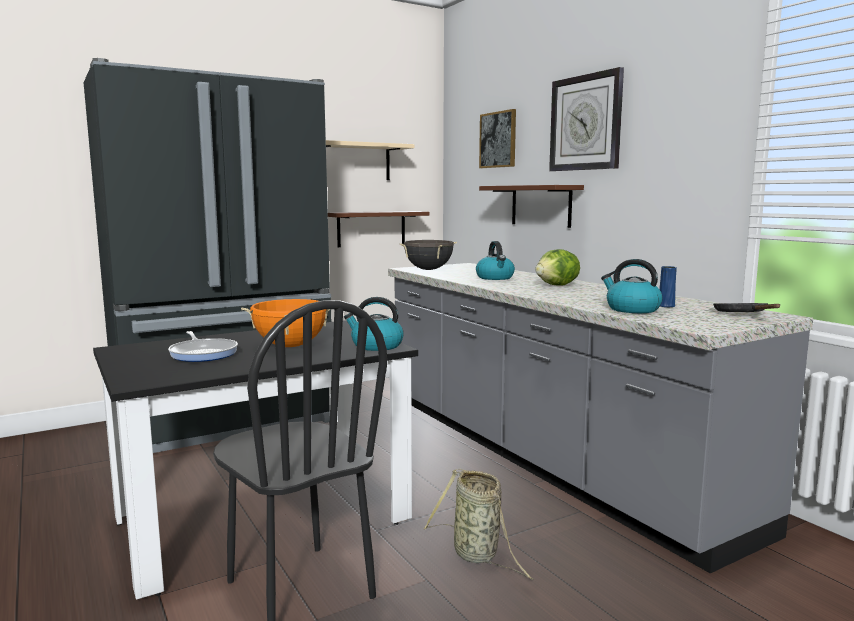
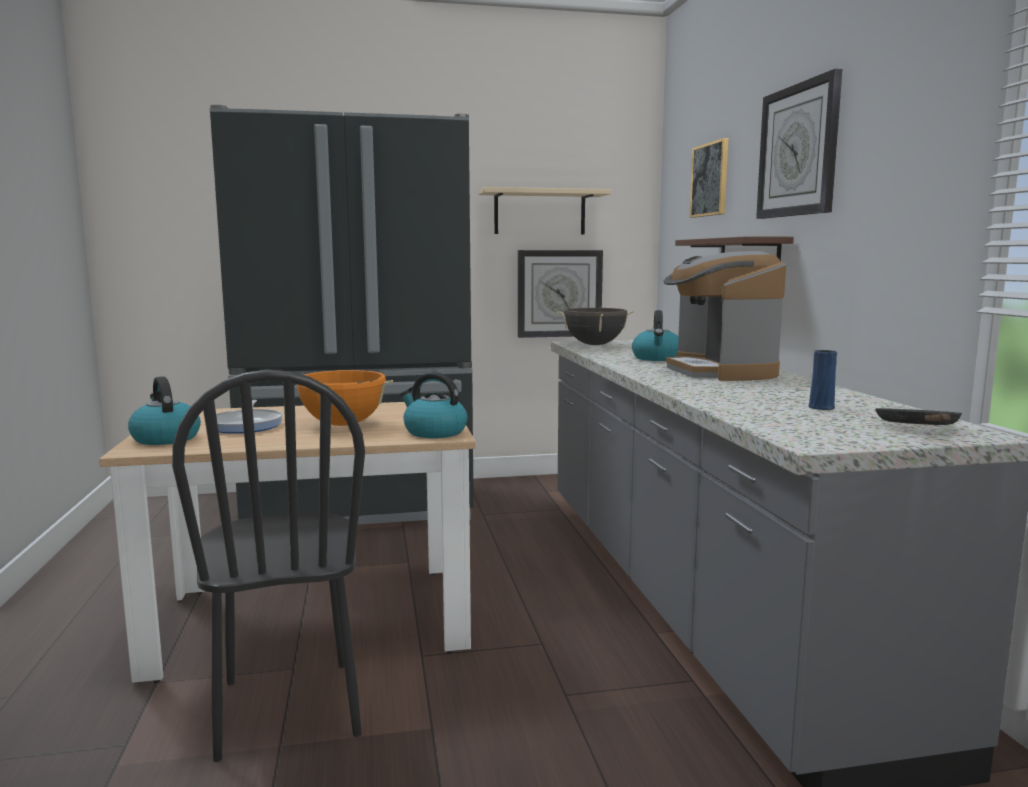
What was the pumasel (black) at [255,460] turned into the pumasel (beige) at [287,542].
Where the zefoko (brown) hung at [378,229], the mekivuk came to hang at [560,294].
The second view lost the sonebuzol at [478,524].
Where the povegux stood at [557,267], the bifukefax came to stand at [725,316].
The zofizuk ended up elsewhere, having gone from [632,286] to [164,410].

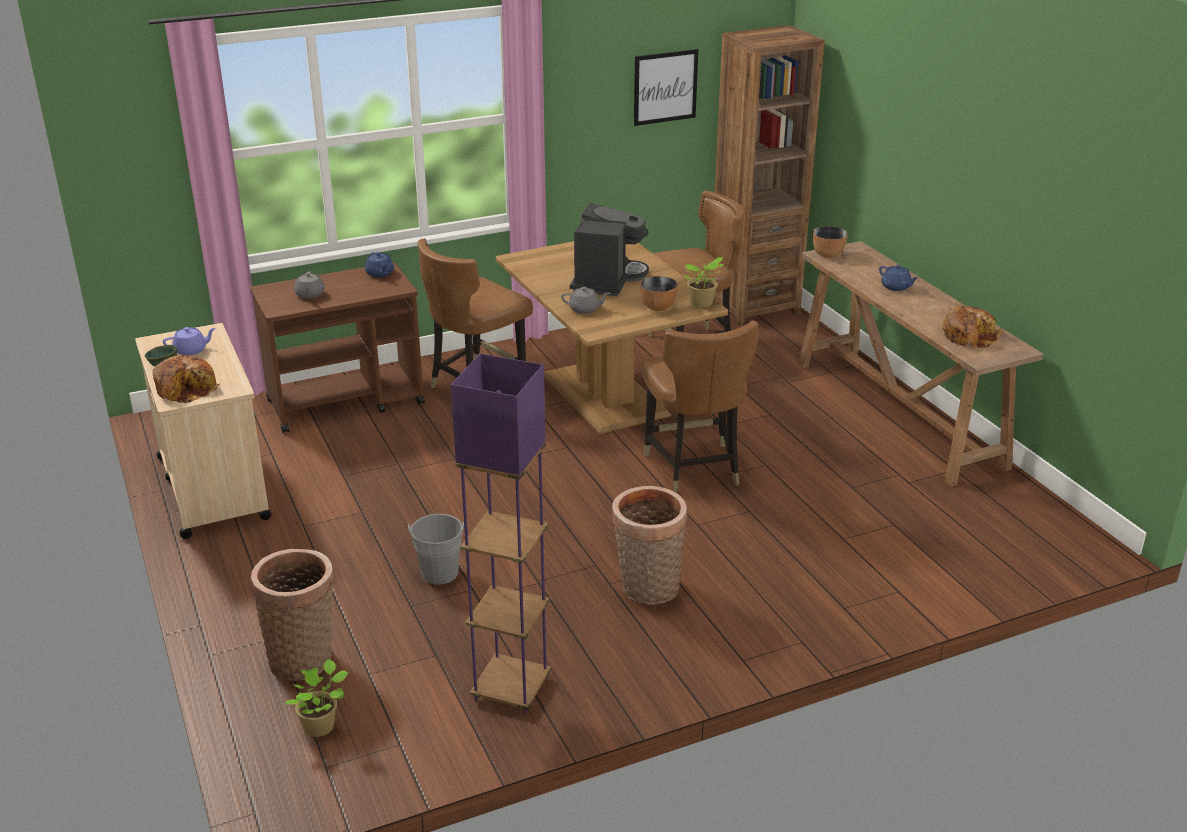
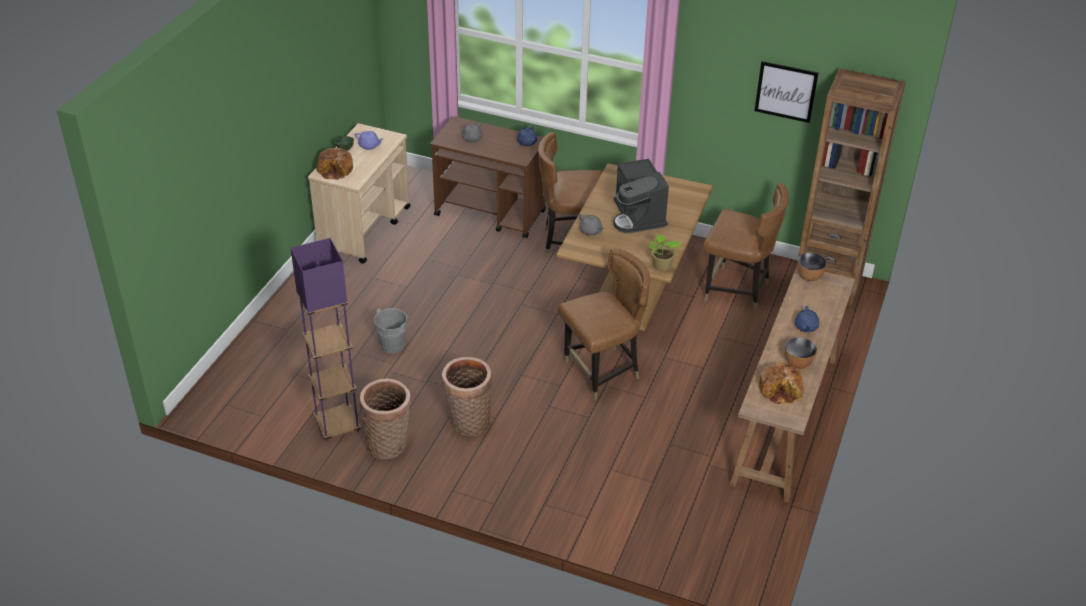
The sonebuzol ended up elsewhere, having gone from [292,615] to [385,419].
The second view lost the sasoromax at [317,698].
The bifukefax at [609,249] ended up facing another way, 105 degrees clockwise from before.
The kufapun ended up elsewhere, having gone from [659,293] to [801,353].
The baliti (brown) at [699,406] ended up facing another way, 150 degrees counterclockwise from before.

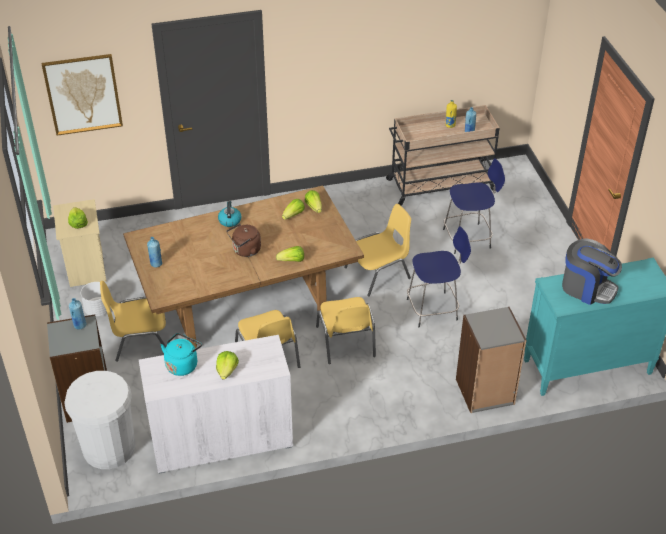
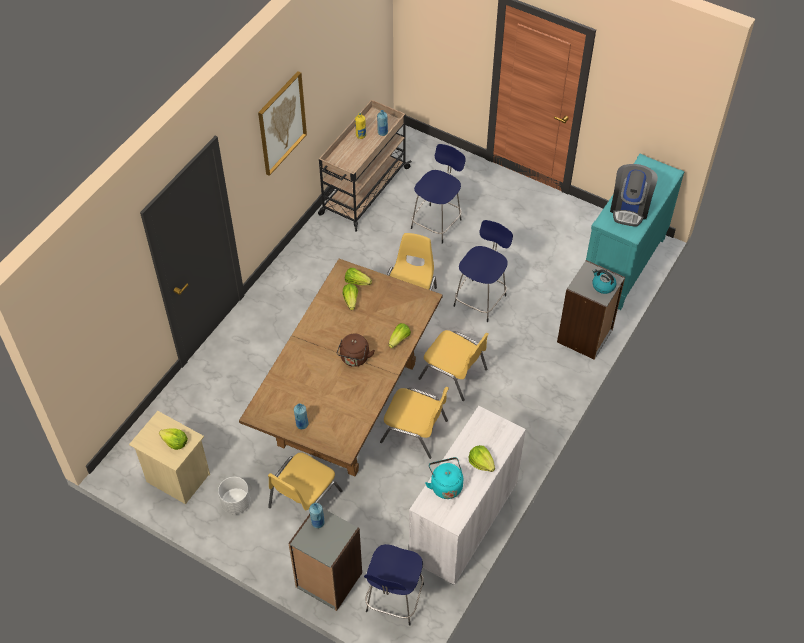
The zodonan ended up elsewhere, having gone from [82,95] to [282,123].
Where the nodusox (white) stood at [100,420], the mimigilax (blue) came to stand at [394,585].
The zofizuk ended up elsewhere, having gone from [230,214] to [604,281].
The bifukefax at [592,271] ended up facing another way, 120 degrees clockwise from before.

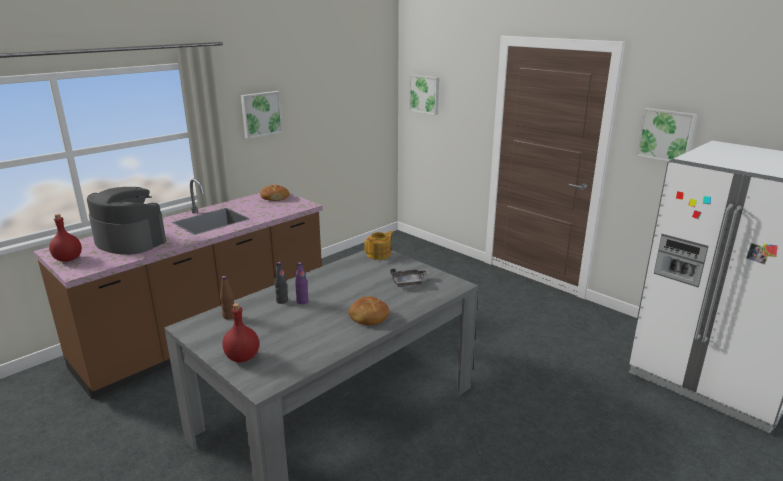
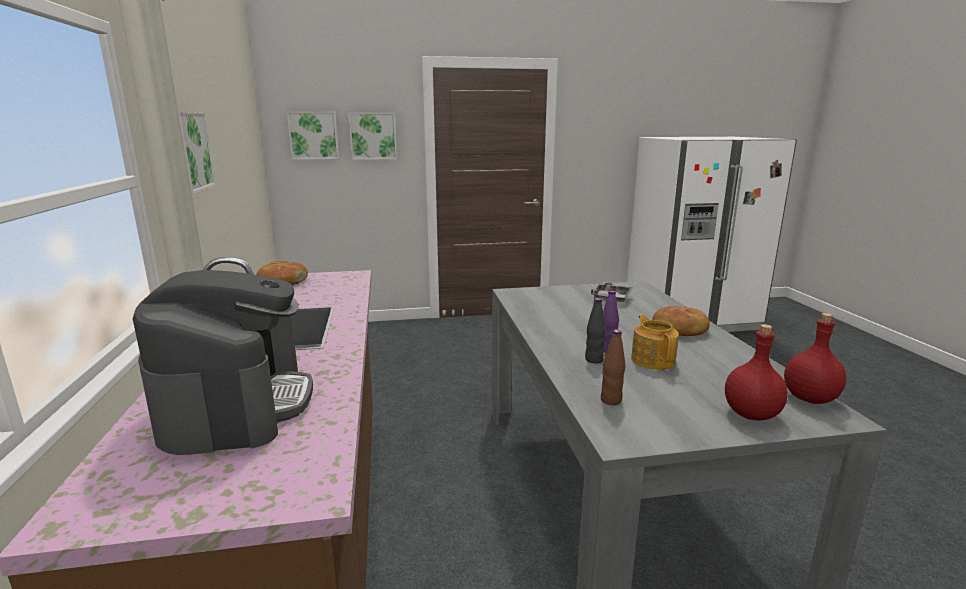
The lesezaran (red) ended up elsewhere, having gone from [65,238] to [815,358].
The bifukefax at [126,221] ended up facing another way, 105 degrees clockwise from before.
The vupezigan ended up elsewhere, having gone from [378,245] to [655,342].
The zodonan ended up elsewhere, having gone from [666,134] to [372,136].

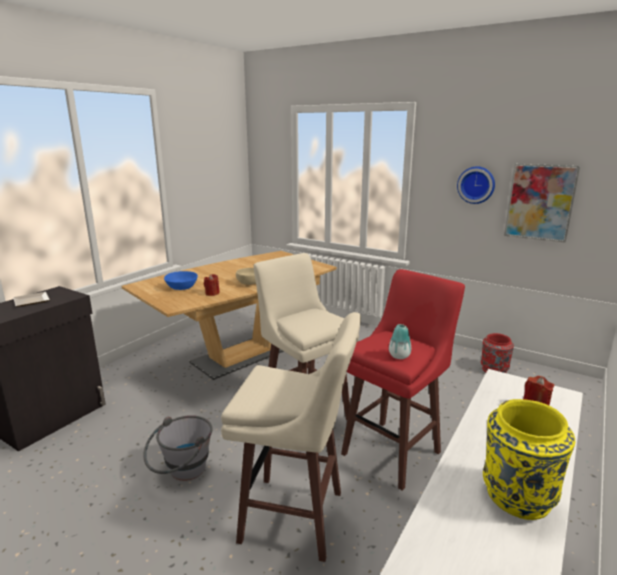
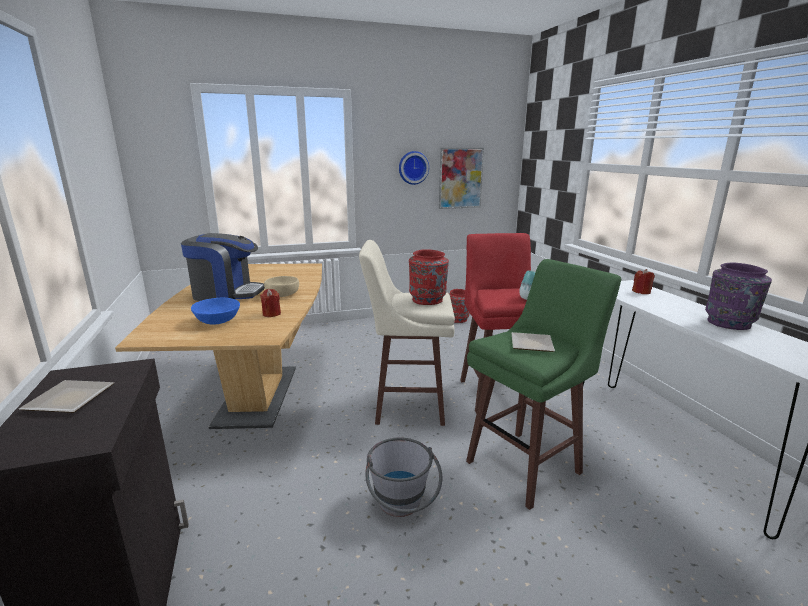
What was the mimigilax (beige) at [291,437] turned into the mimigilax (green) at [543,384].
What was the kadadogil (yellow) at [529,459] turned into the kadadogil (purple) at [738,296].
The second view gained the bifukefax at [223,267].
The second view gained the kadadogil (red) at [429,277].
The second view gained the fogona at [533,342].

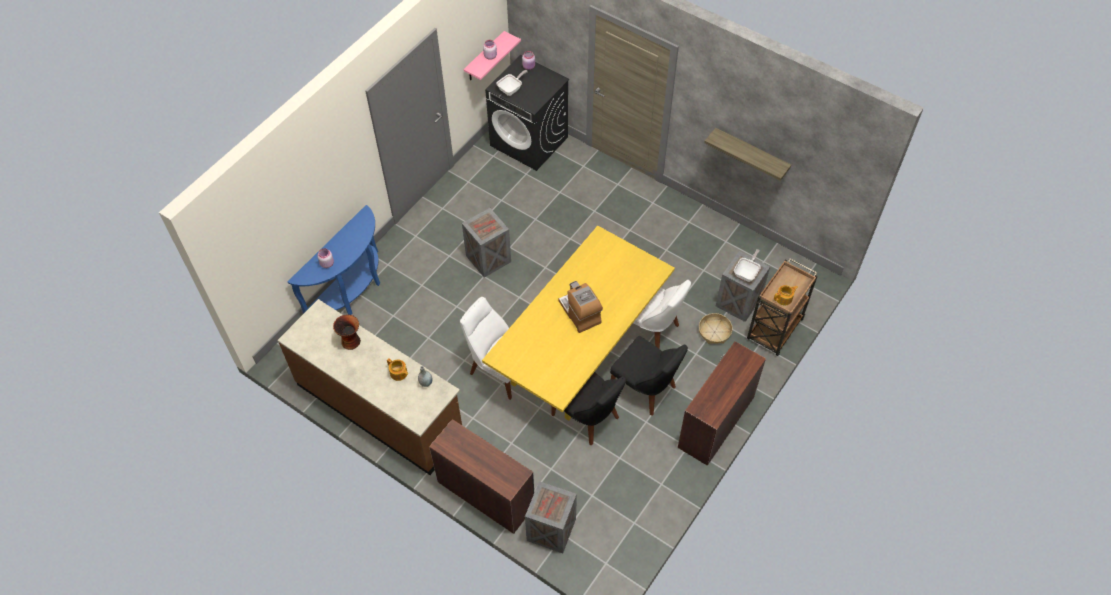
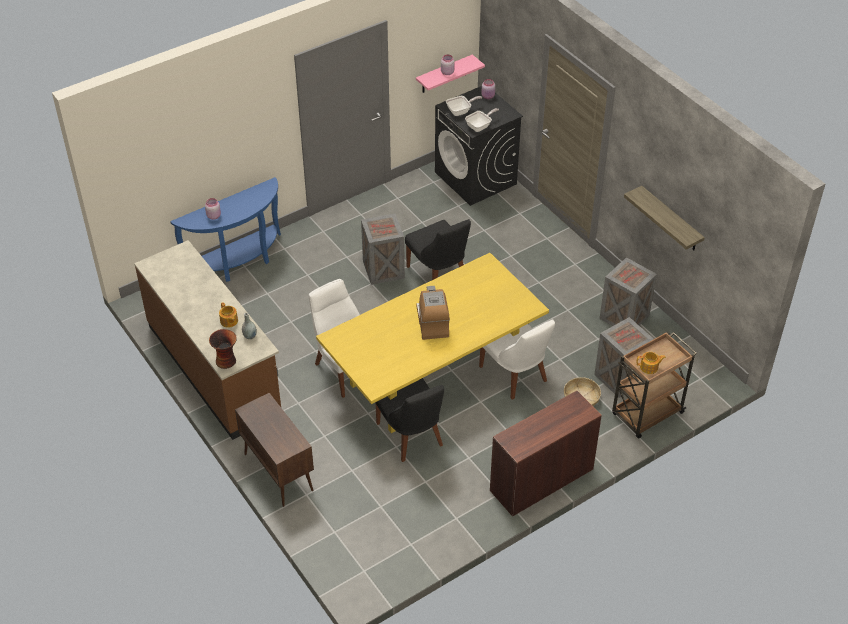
The kadadogil ended up elsewhere, having gone from [347,332] to [223,349].
Where the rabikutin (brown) stood at [481,476], the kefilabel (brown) came to stand at [274,450].
The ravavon ended up elsewhere, having gone from [551,517] to [628,291].
The baliti (black) ended up elsewhere, having gone from [649,376] to [438,249].
The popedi ended up elsewhere, having gone from [747,265] to [482,120].

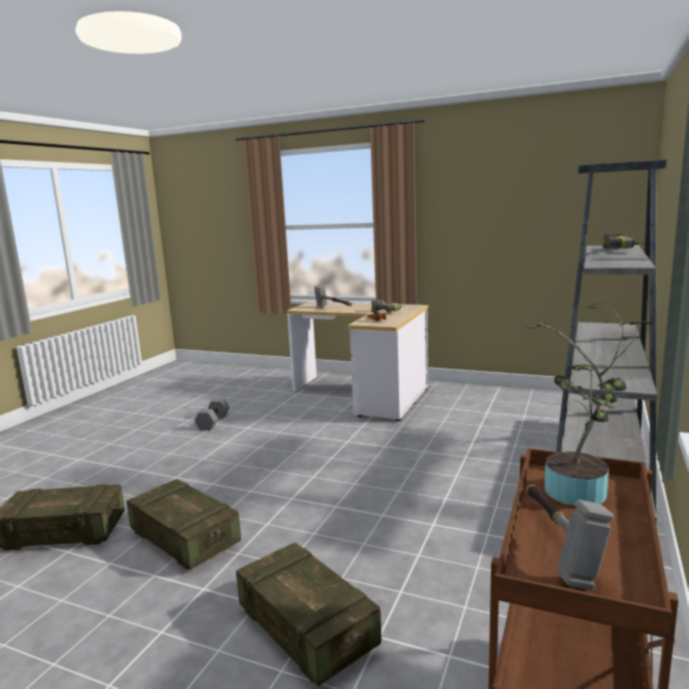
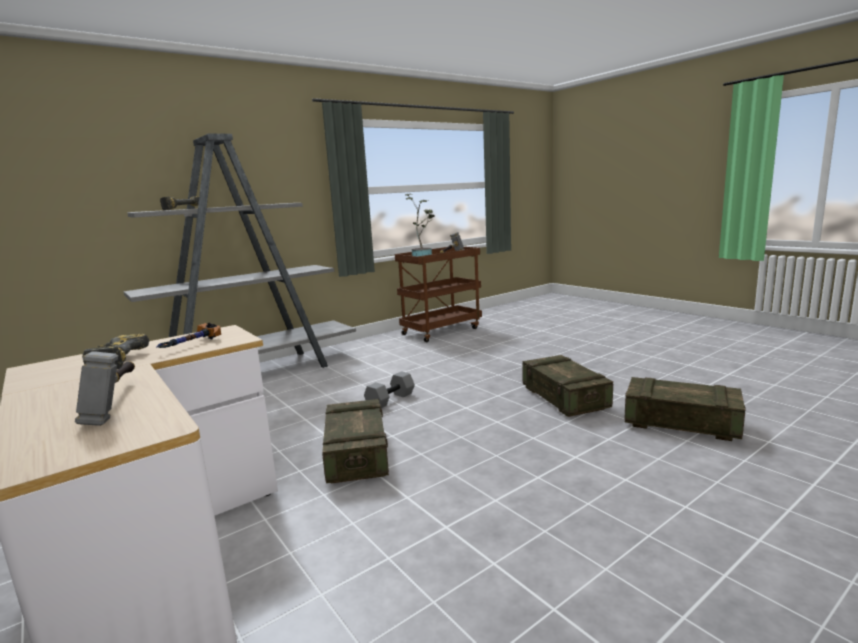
The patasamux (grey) ended up elsewhere, having gone from [212,414] to [389,390].
The ravavon ended up elsewhere, having gone from [309,614] to [355,441].

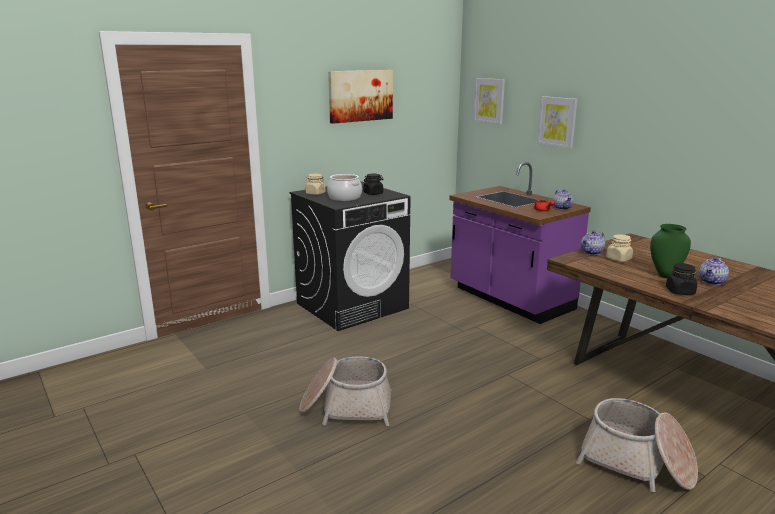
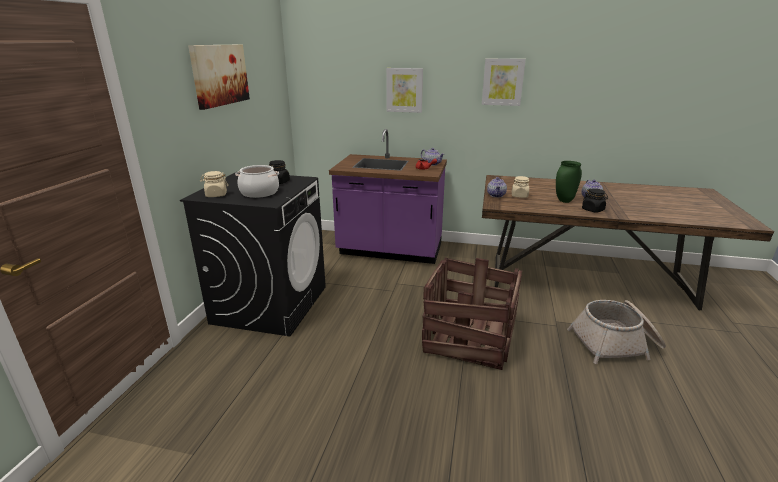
The second view lost the sonebuzol at [345,391].
The zodonan ended up elsewhere, having gone from [489,101] to [504,82].
The second view gained the ravavon at [472,314].

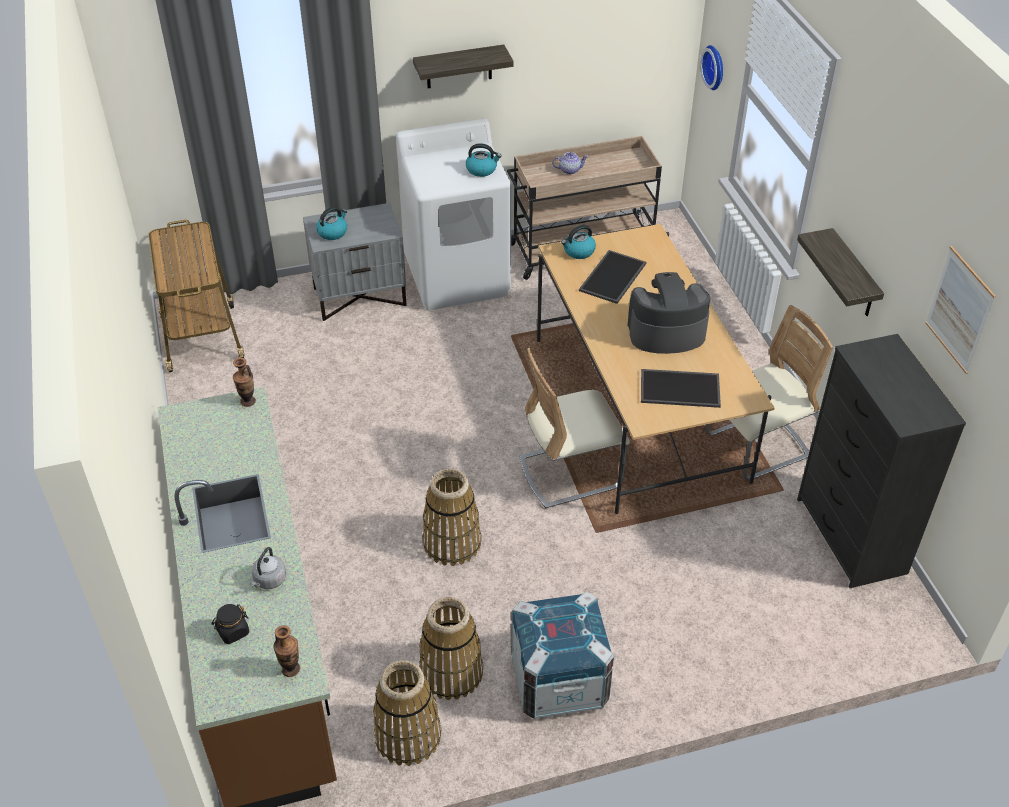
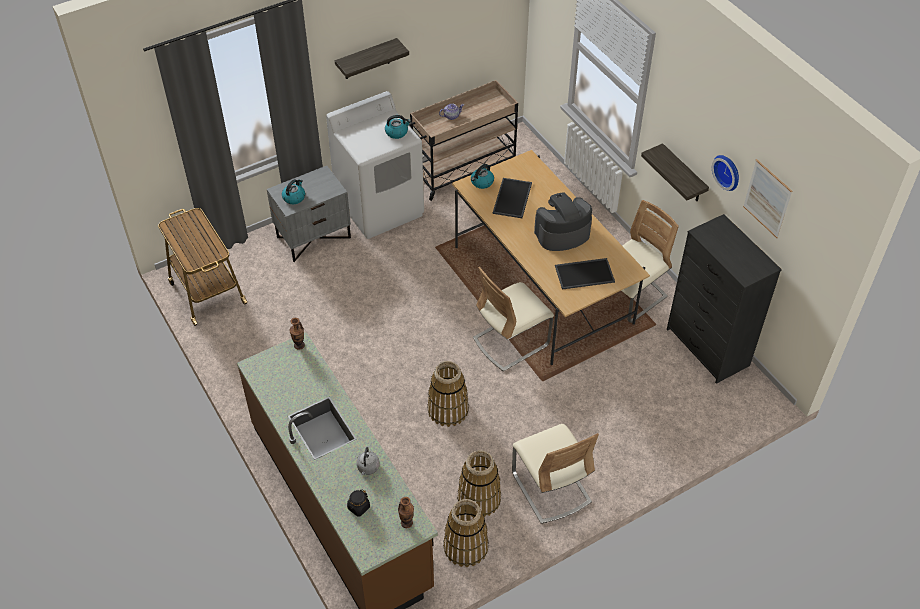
Where the ravavon stood at [562,655], the baliti (beige) came to stand at [555,474].
The mekivuk ended up elsewhere, having gone from [711,67] to [725,173].

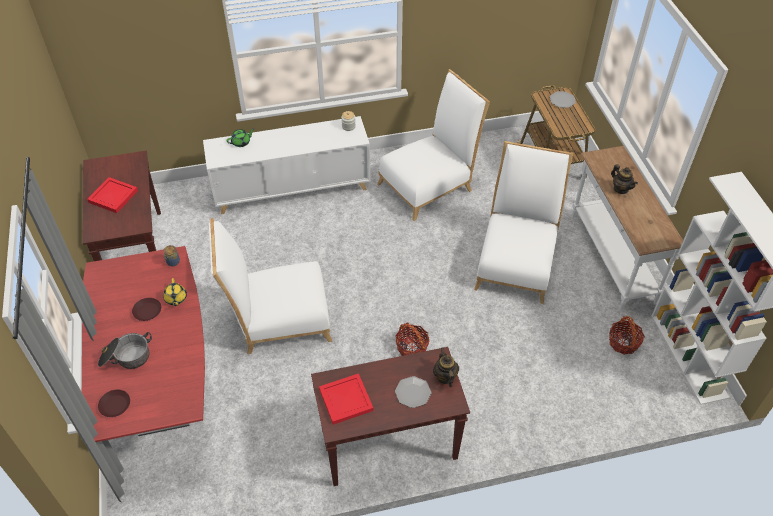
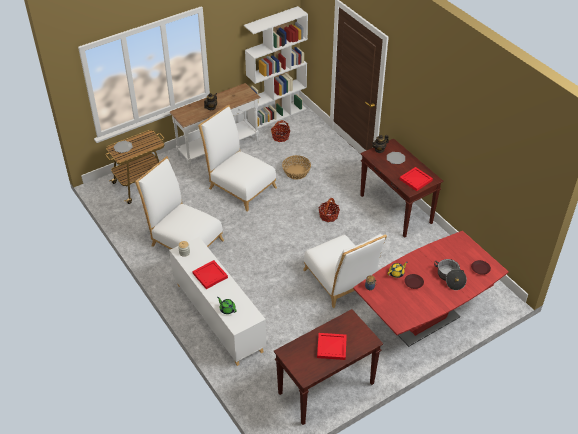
The baliti (white) at [523,222] ended up facing another way, 45 degrees clockwise from before.
The second view gained the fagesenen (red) at [210,274].
The second view gained the sonebuzol at [296,167].

